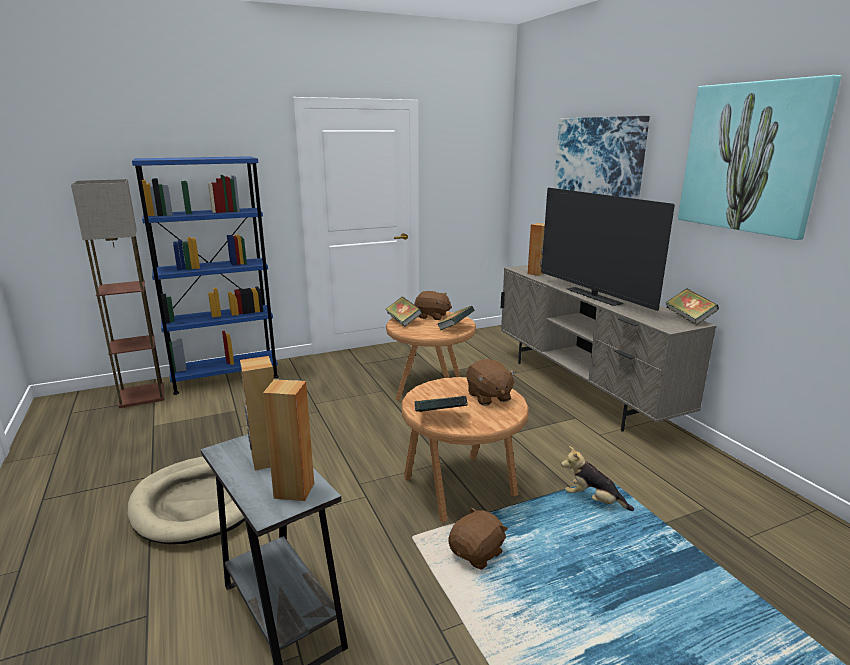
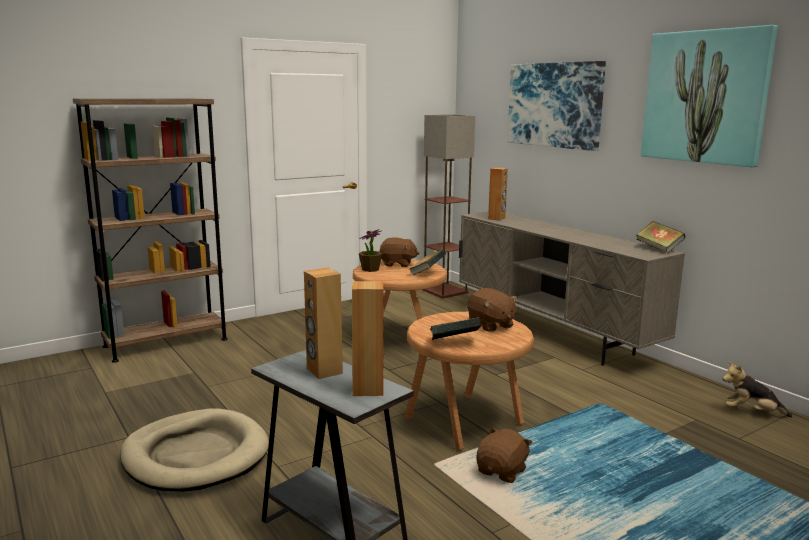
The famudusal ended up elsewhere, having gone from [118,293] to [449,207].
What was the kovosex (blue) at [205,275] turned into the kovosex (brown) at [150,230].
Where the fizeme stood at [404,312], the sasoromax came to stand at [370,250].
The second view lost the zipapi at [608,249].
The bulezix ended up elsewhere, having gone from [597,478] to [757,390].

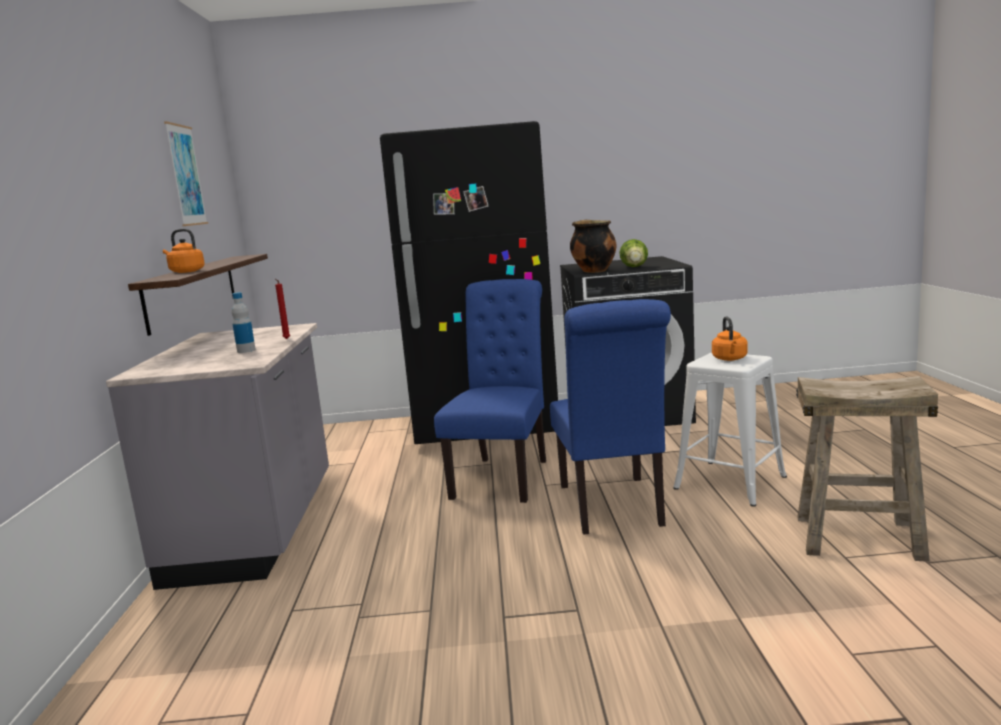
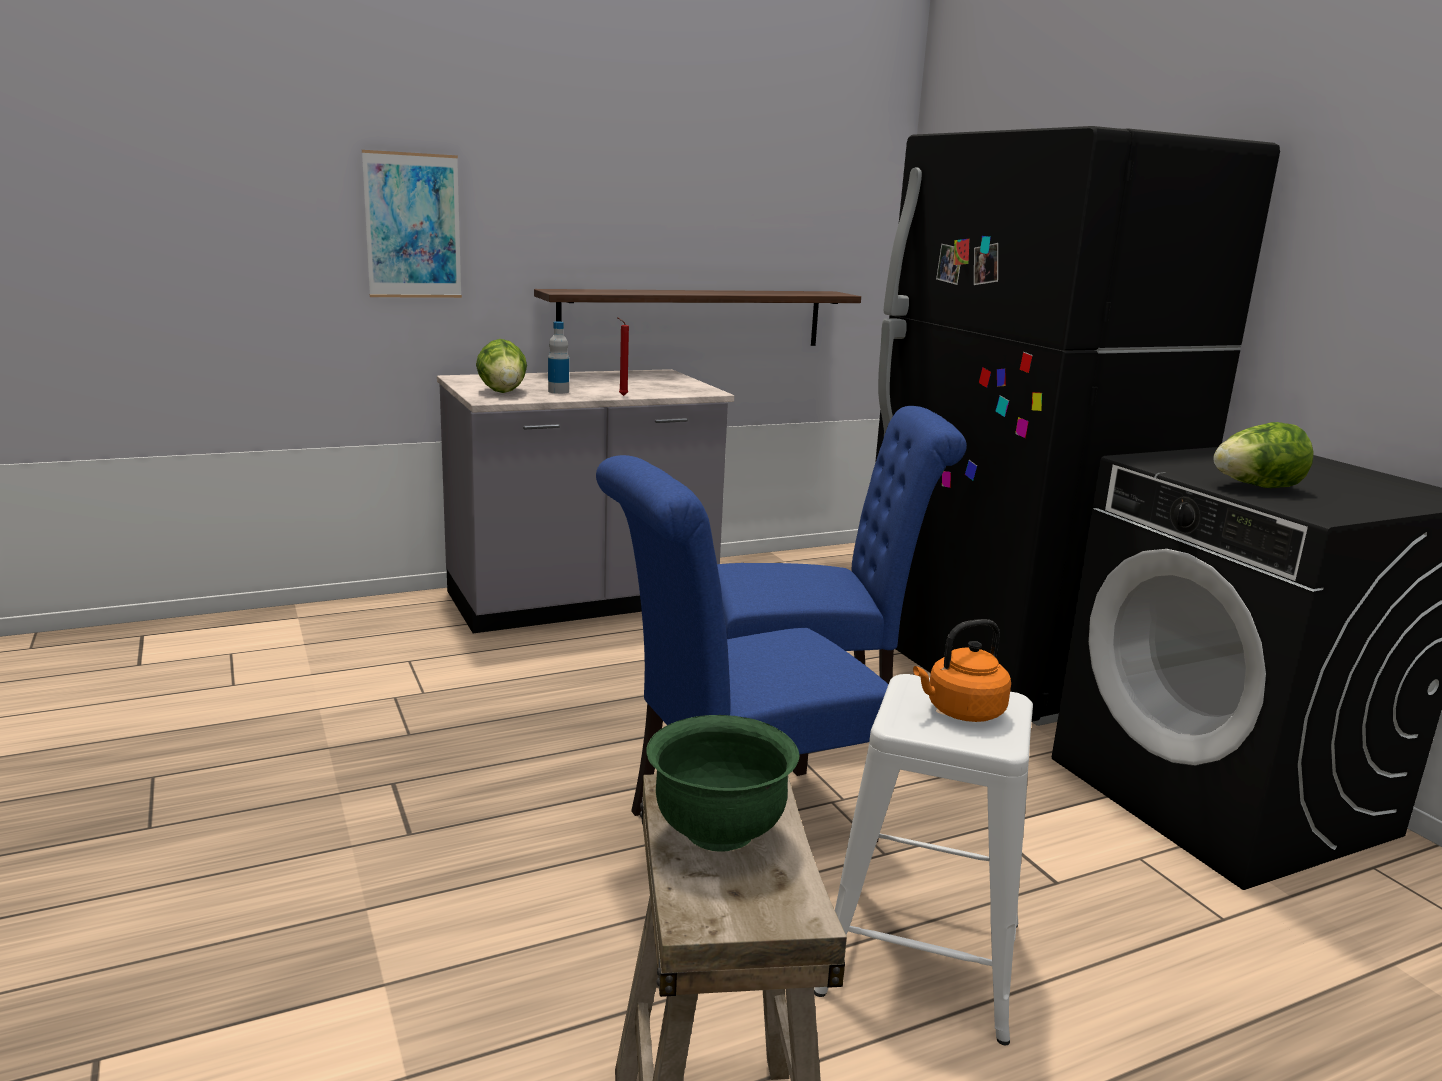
The second view lost the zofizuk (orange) at [184,251].
The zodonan ended up elsewhere, having gone from [186,173] to [412,224].
The second view lost the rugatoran at [593,246].
The second view gained the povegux at [501,366].
The second view gained the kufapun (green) at [722,783].

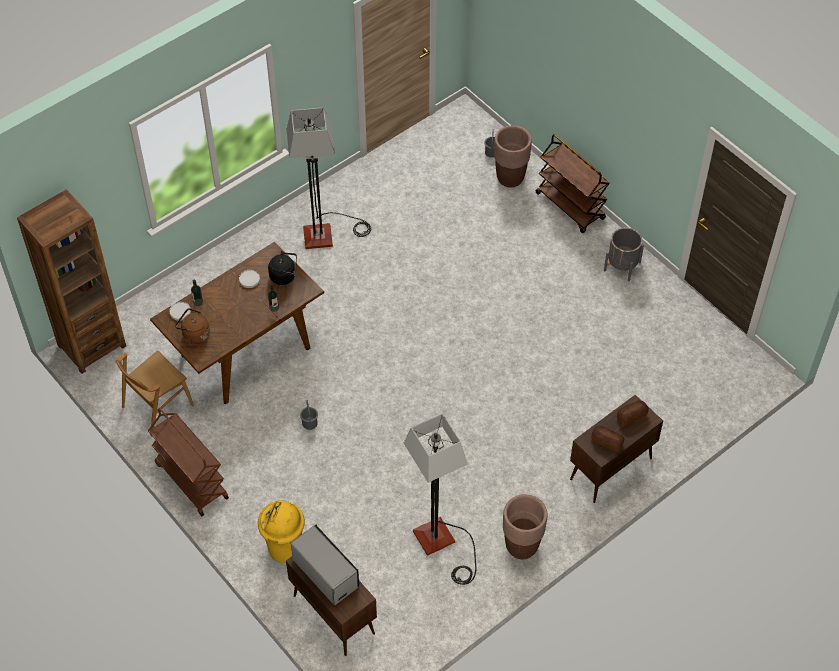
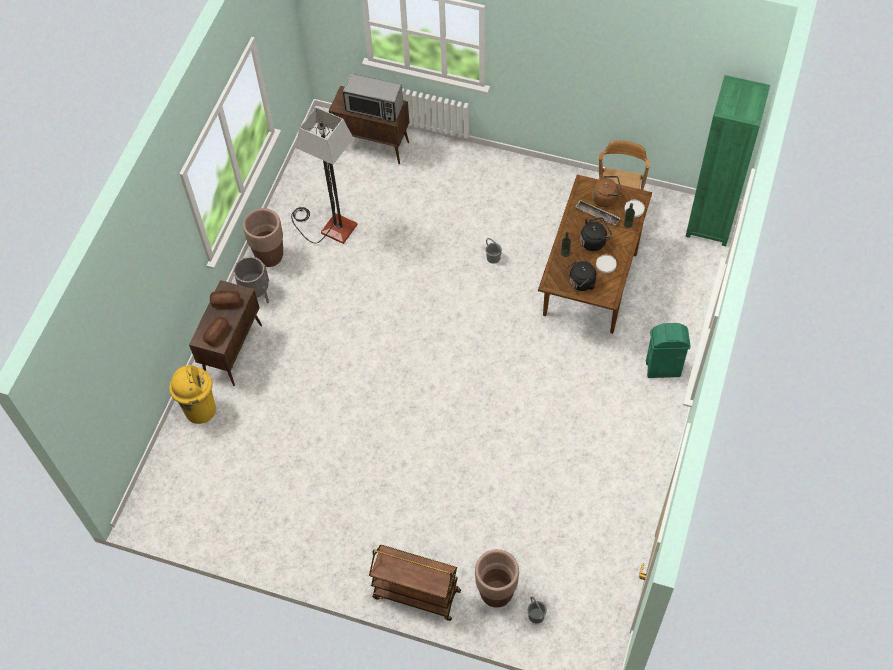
What was the kovosex (brown) at [71,281] turned into the kovosex (green) at [727,160].
The second view lost the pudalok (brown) at [188,461].
The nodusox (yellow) ended up elsewhere, having gone from [281,531] to [192,394].
The second view lost the famudusal at [329,178].
The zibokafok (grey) ended up elsewhere, having gone from [624,254] to [251,280].
The second view gained the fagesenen at [598,213].
The second view gained the zofizuk (black) at [596,234].
The second view gained the nodusox (green) at [668,350].

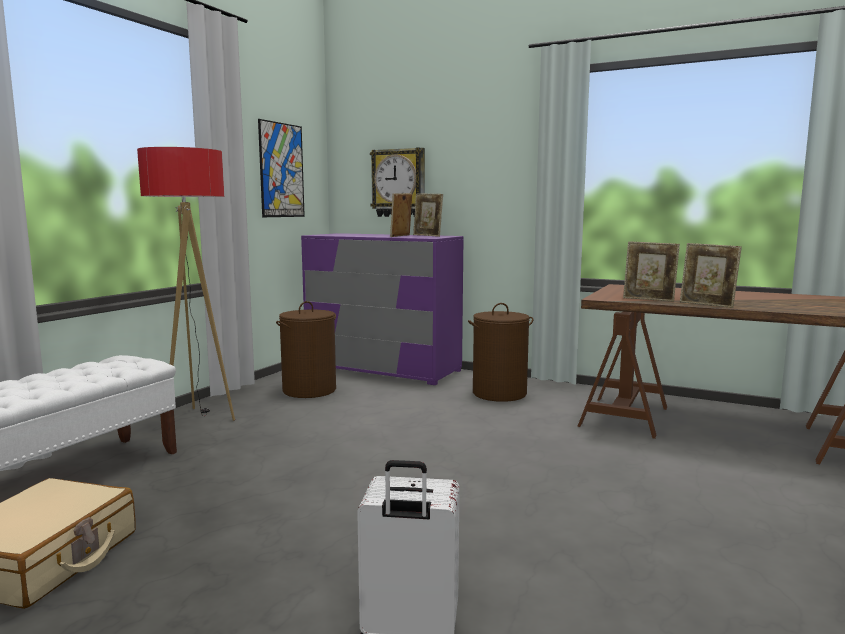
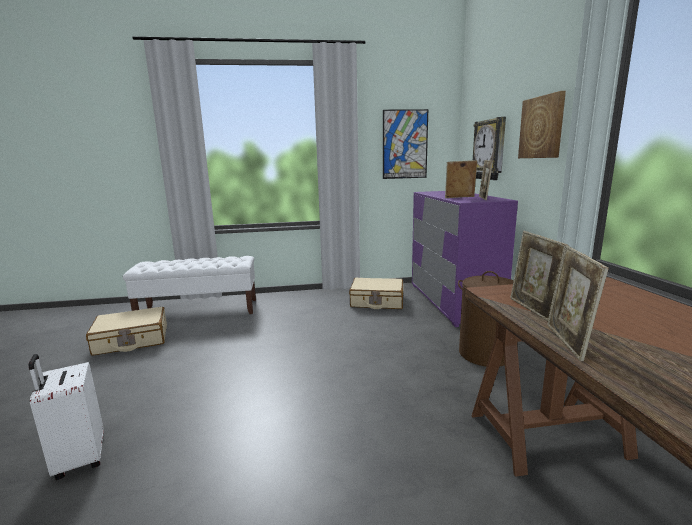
The second view lost the famudusal at [186,284].
Where the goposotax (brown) stood at [306,349], the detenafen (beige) came to stand at [376,293].
The second view gained the zodonan at [542,124].

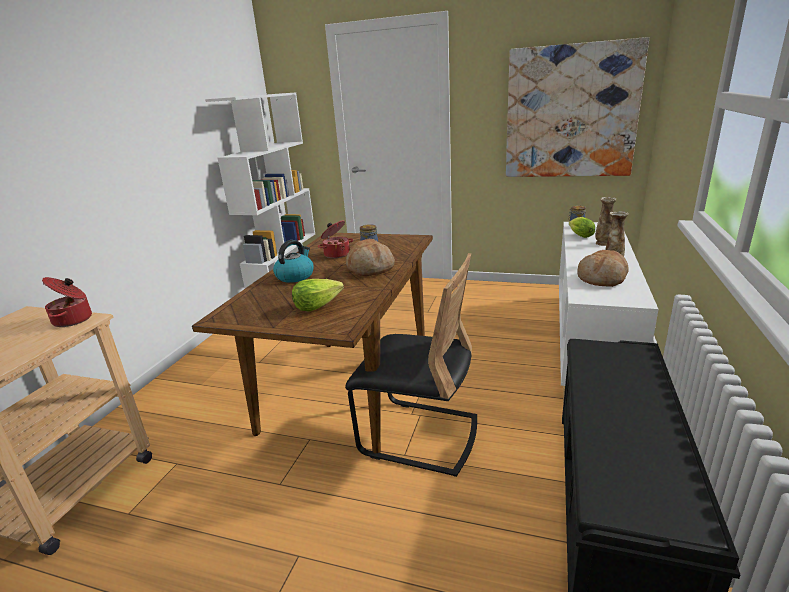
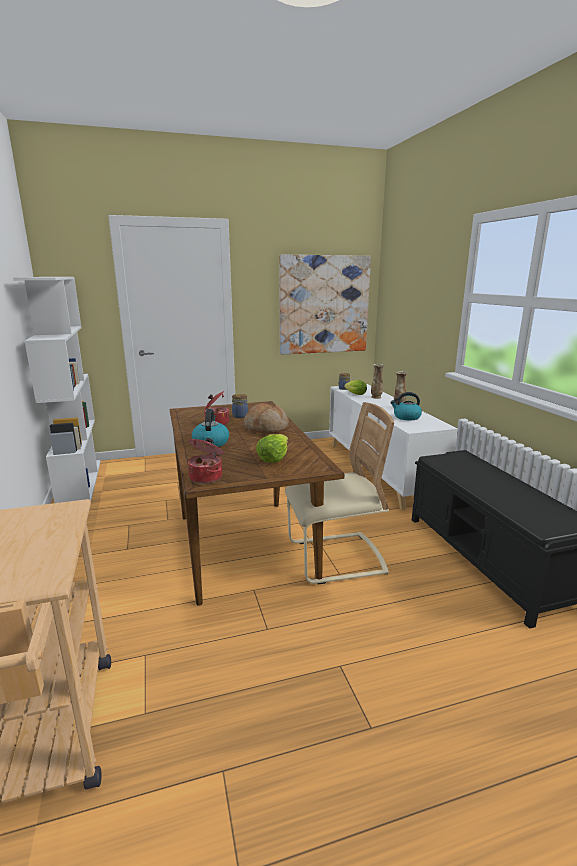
The rugatoran ended up elsewhere, having gone from [67,302] to [206,461].
What was the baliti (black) at [411,365] turned into the baliti (beige) at [339,493].
Where the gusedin stood at [603,268], the zofizuk came to stand at [406,406].

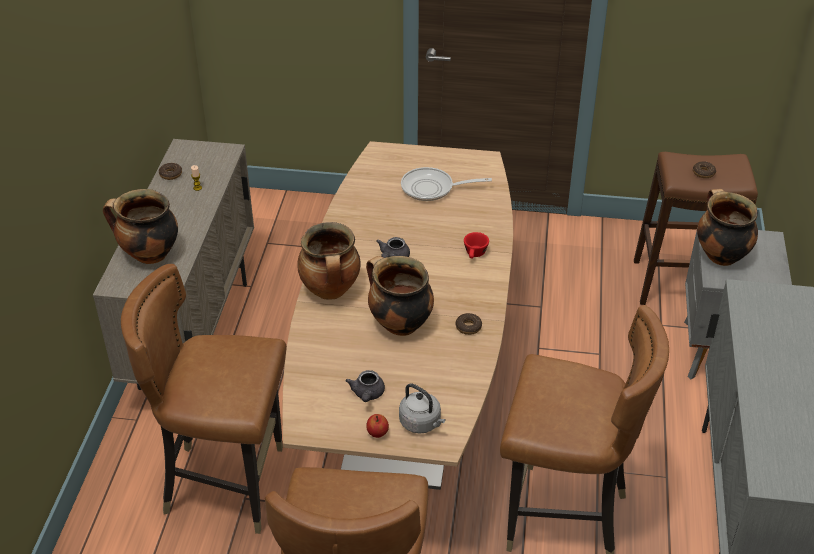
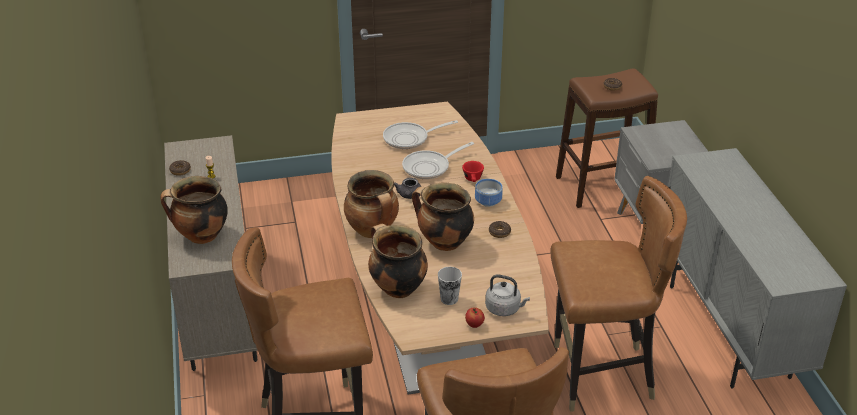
Where the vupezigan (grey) stood at [365,386], the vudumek came to stand at [450,286].
The rugatoran ended up elsewhere, having gone from [727,227] to [398,261].
The second view gained the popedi at [438,160].
The second view gained the kufapun at [488,193].

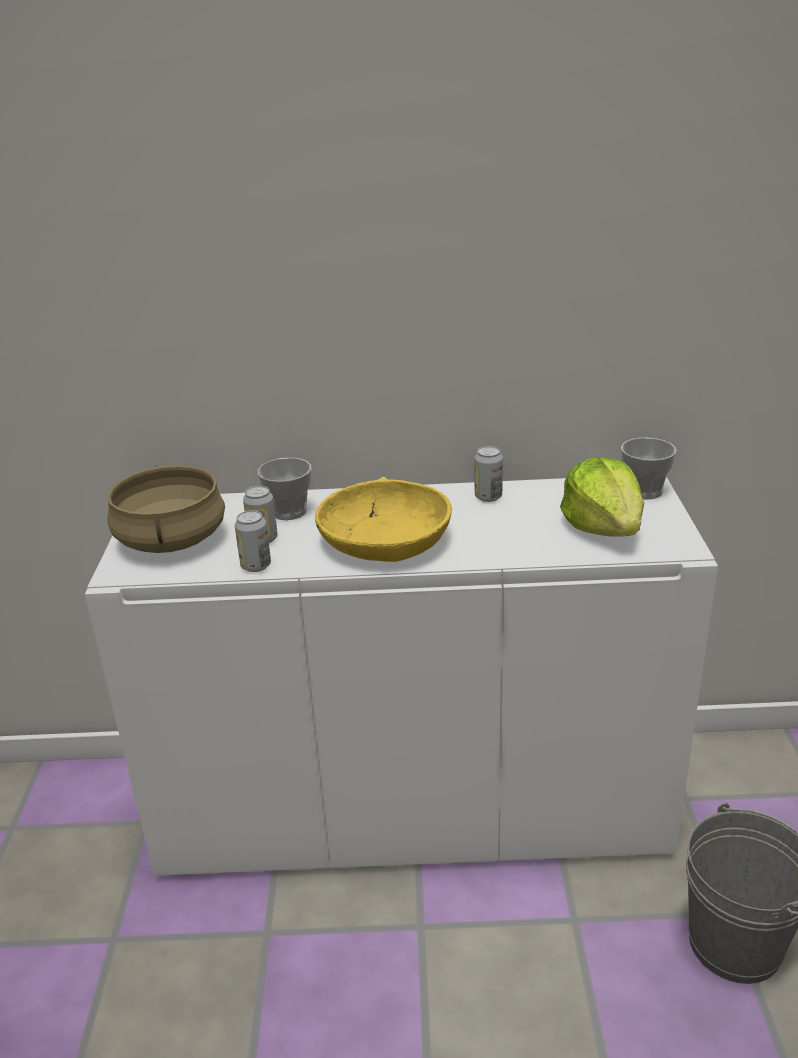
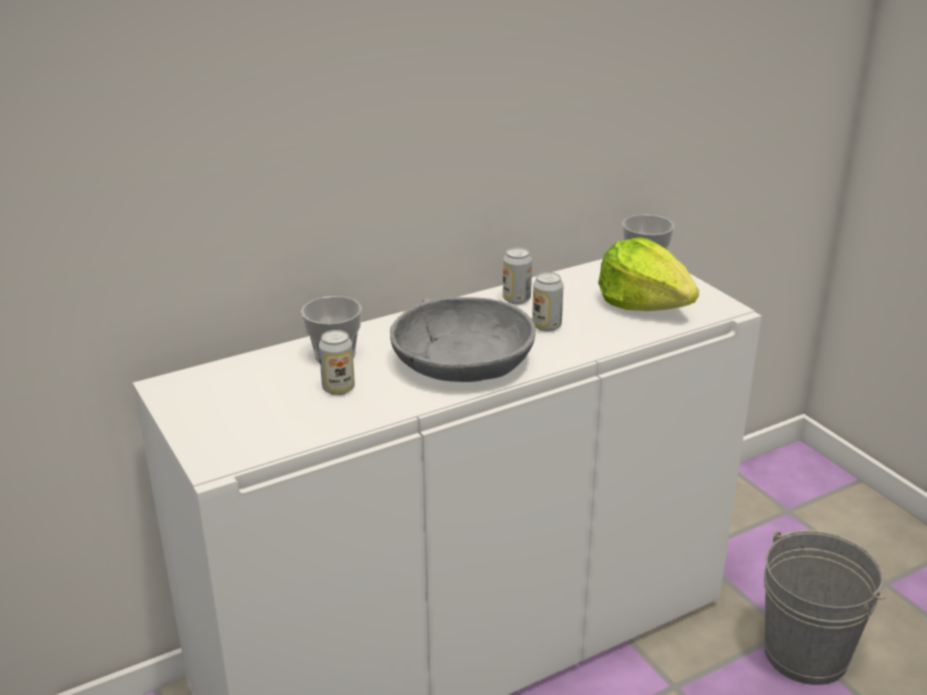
The second view lost the rugatoran (beige) at [166,509].
The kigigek ended up elsewhere, having gone from [253,541] to [548,302].
What was the kufapun (yellow) at [383,519] turned into the kufapun (grey) at [463,339].

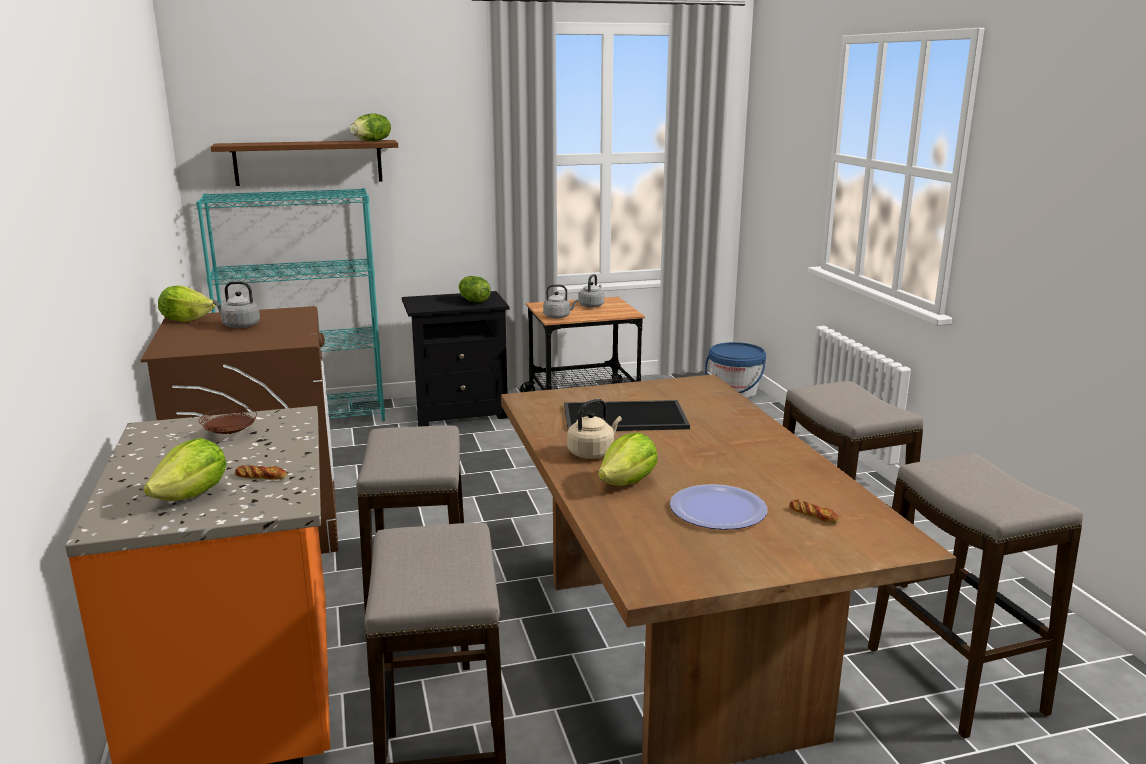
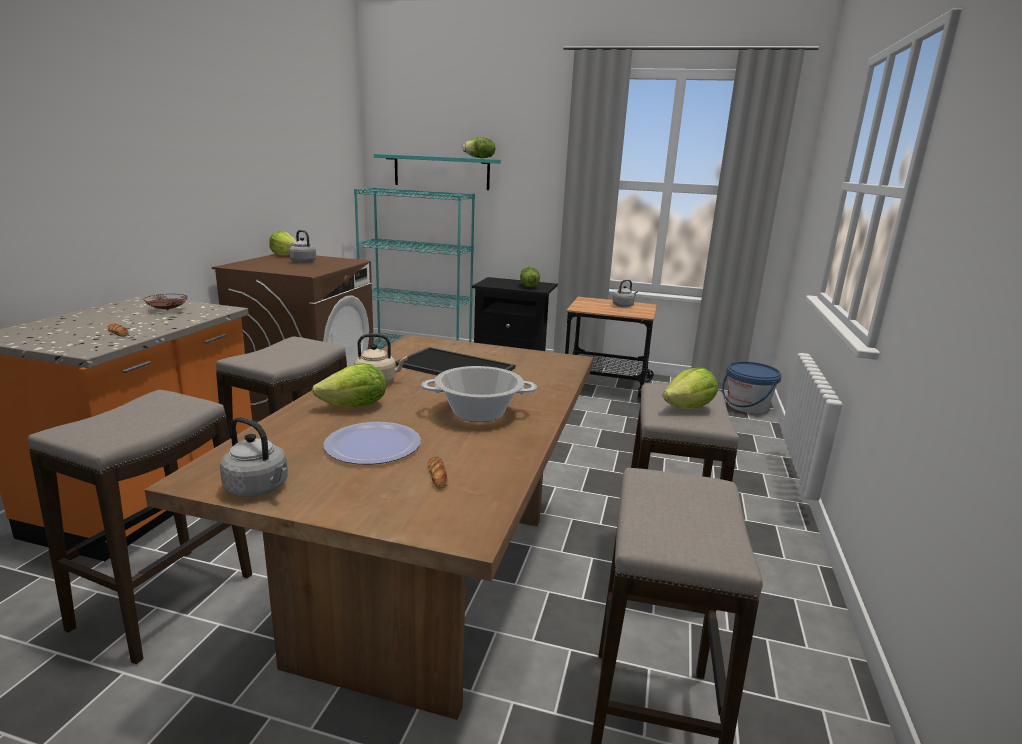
The povegux ended up elsewhere, having gone from [185,469] to [690,388].
What was the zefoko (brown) at [304,163] turned into the zefoko (turquoise) at [437,172].
The zofizuk (grey) ended up elsewhere, having gone from [560,301] to [254,457].
The second view gained the rugatoran at [479,394].

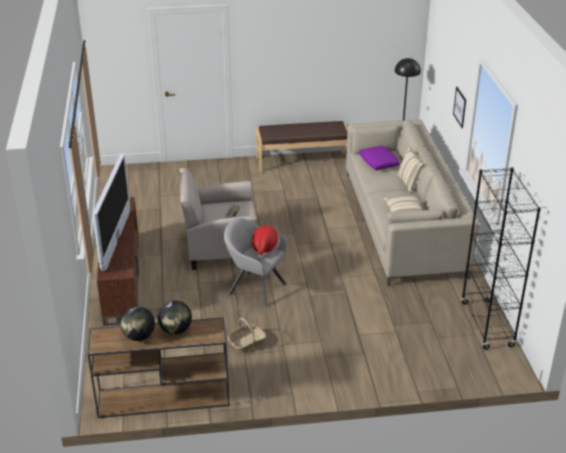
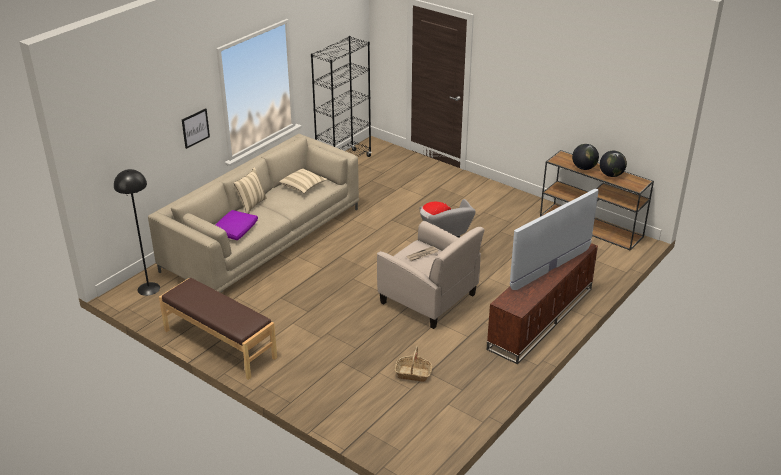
The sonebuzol ended up elsewhere, having gone from [247,335] to [413,364].

